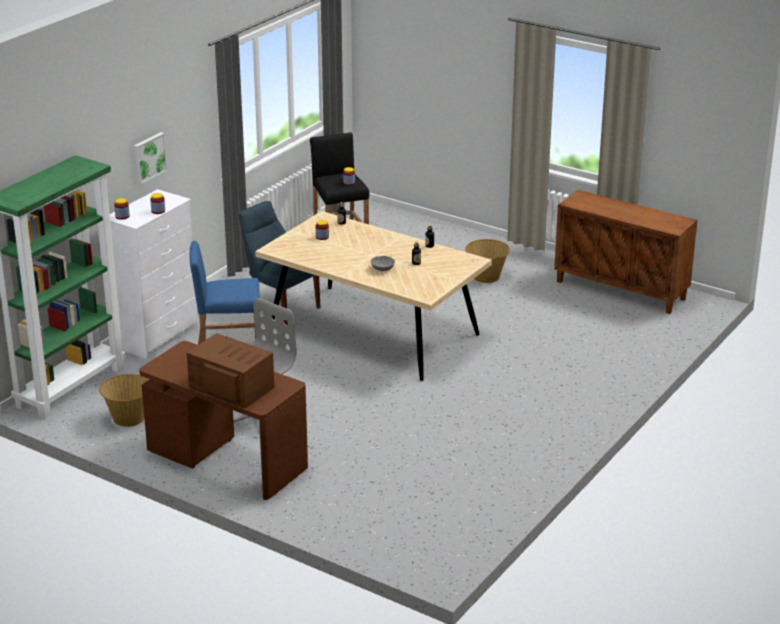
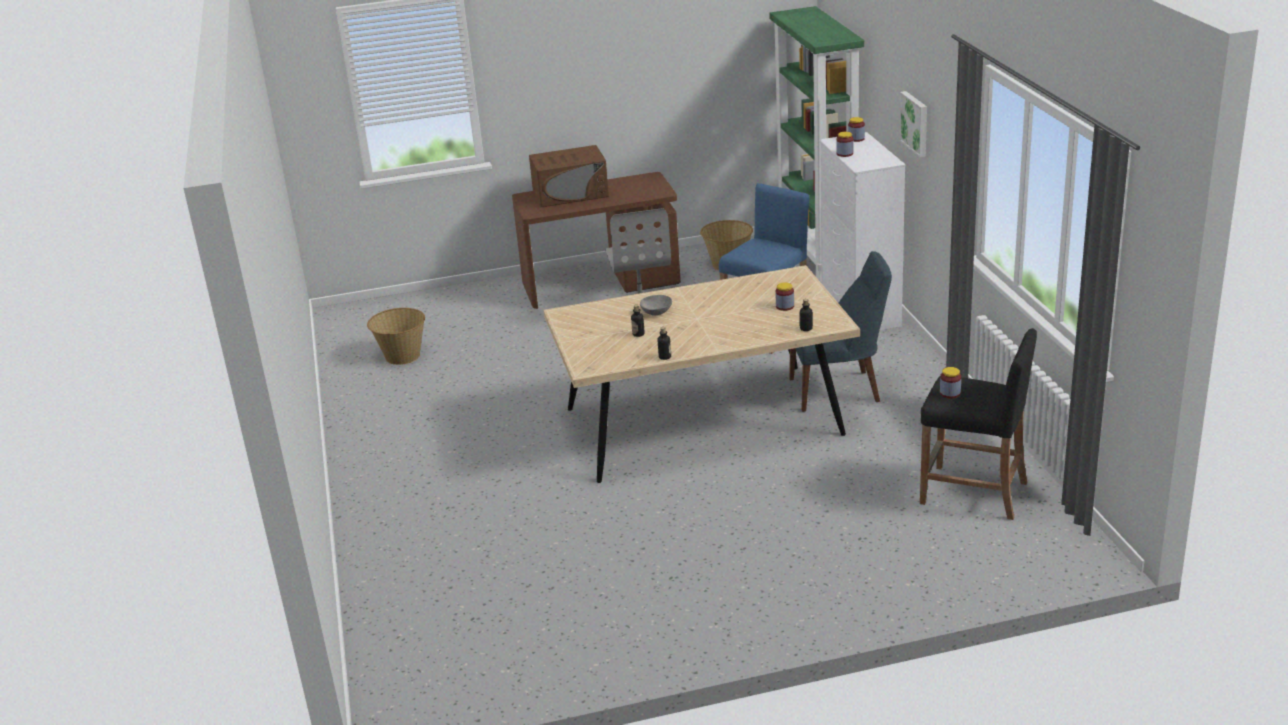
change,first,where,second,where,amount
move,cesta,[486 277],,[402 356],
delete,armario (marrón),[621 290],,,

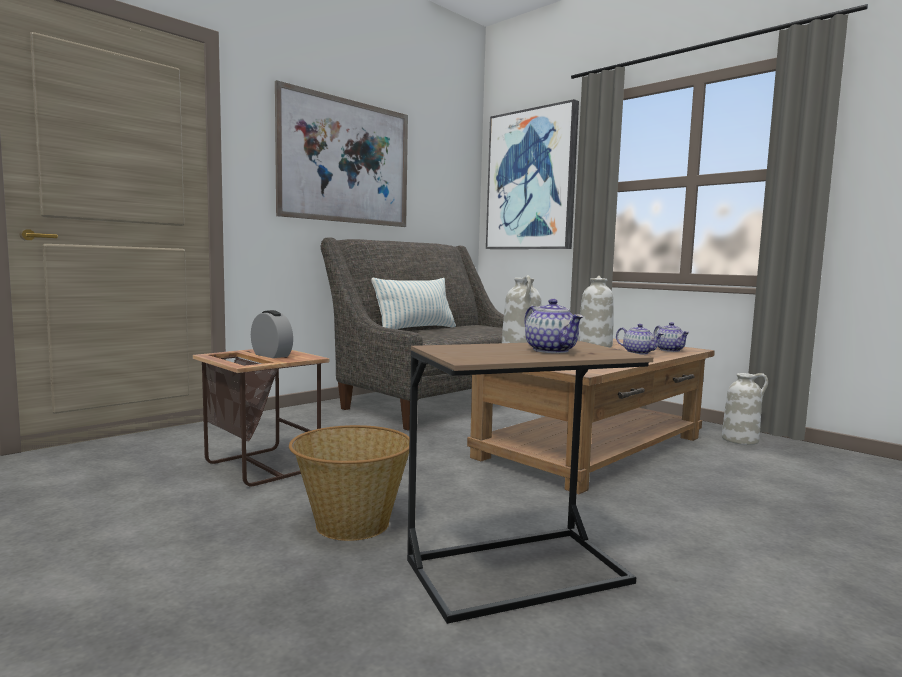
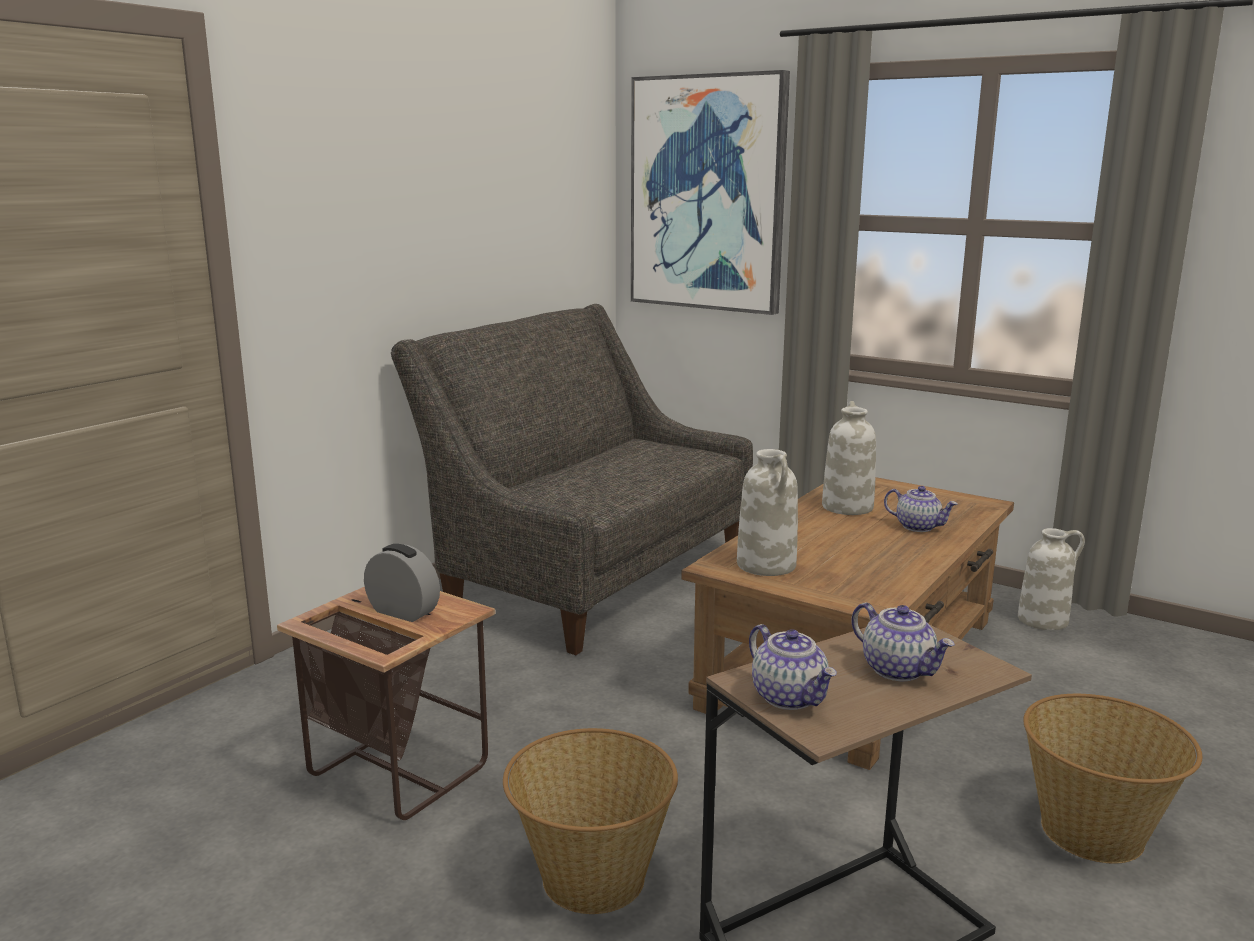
change,first,where,second,where,amount
delete,cuadro,[346 161],,,
delete,cojín,[415 329],,,
move,tetera,[670 350],,[790 697],
insert,,,cesta,[1094 832],

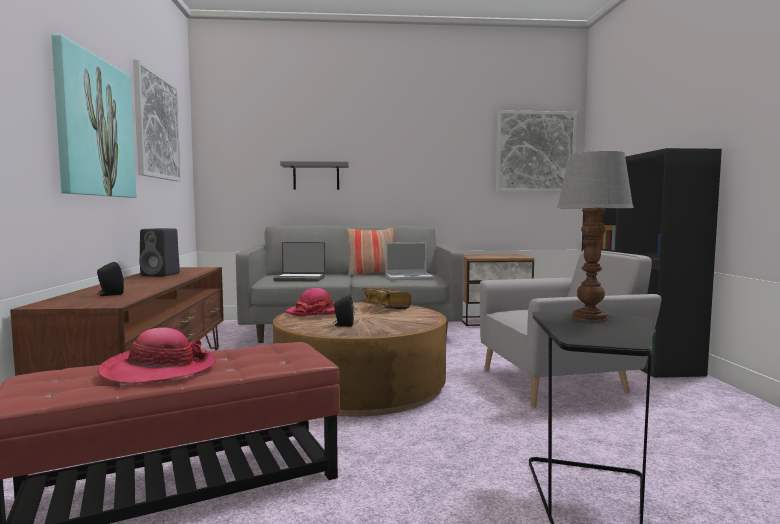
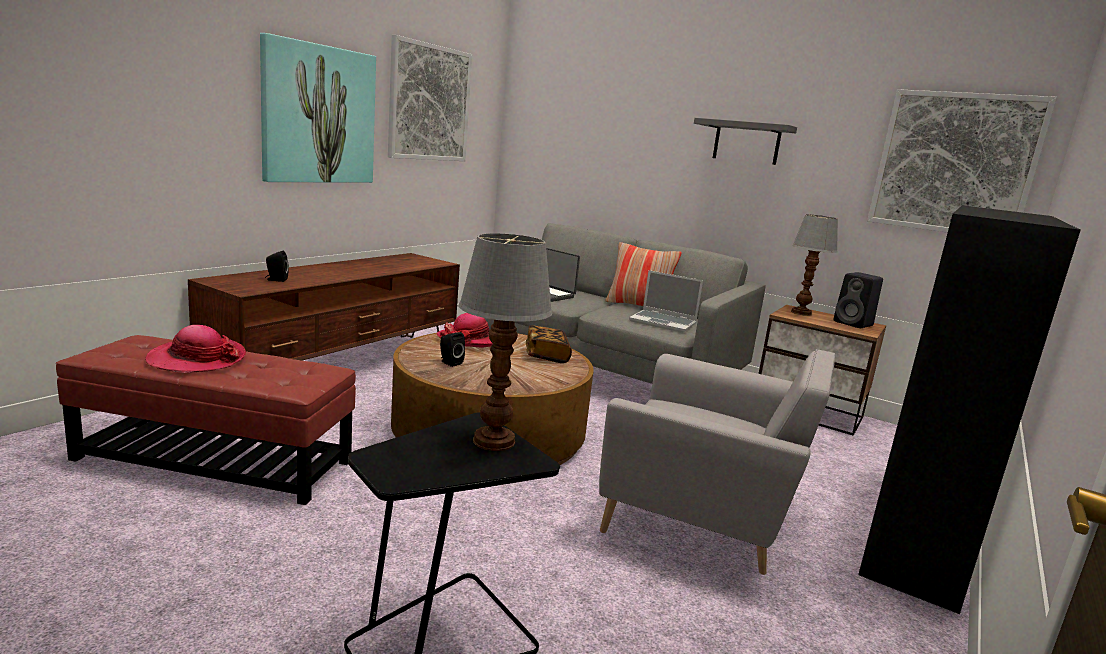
change,first,where,second,where,amount
move,altavoz (negro),[161 274],,[854 324],
move,estante (gris),[316 176],,[746 142],
insert,,,lámpara de mesa,[801 312],

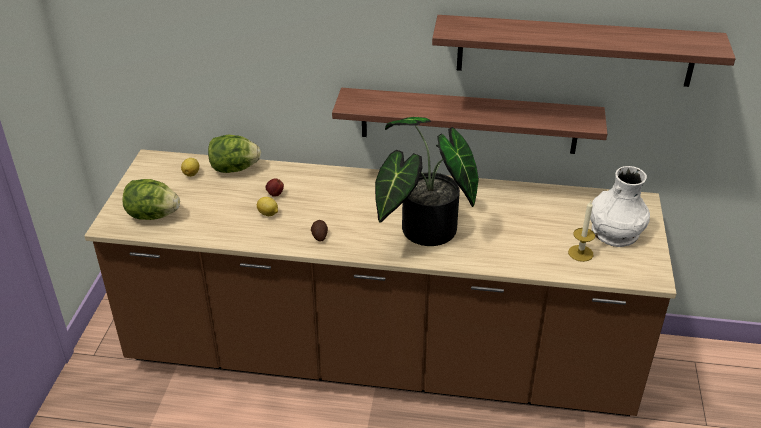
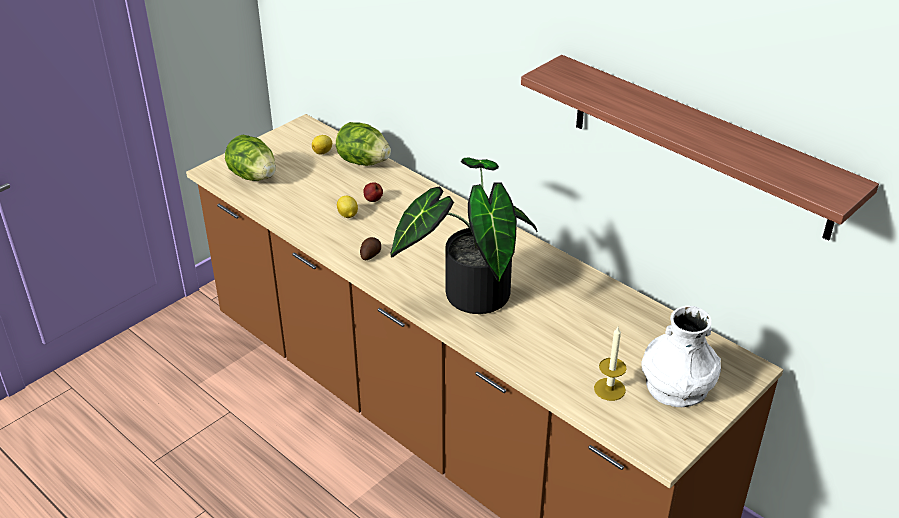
change,first,where,second,where,amount
delete,estante,[468 121],,,

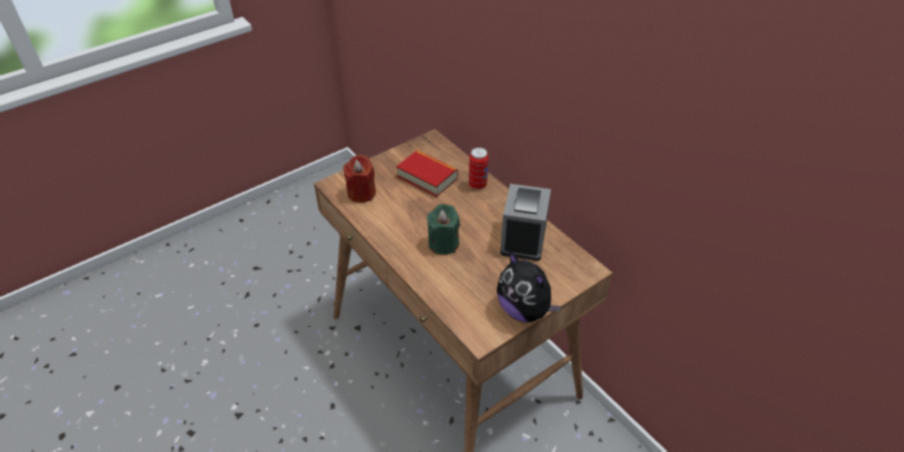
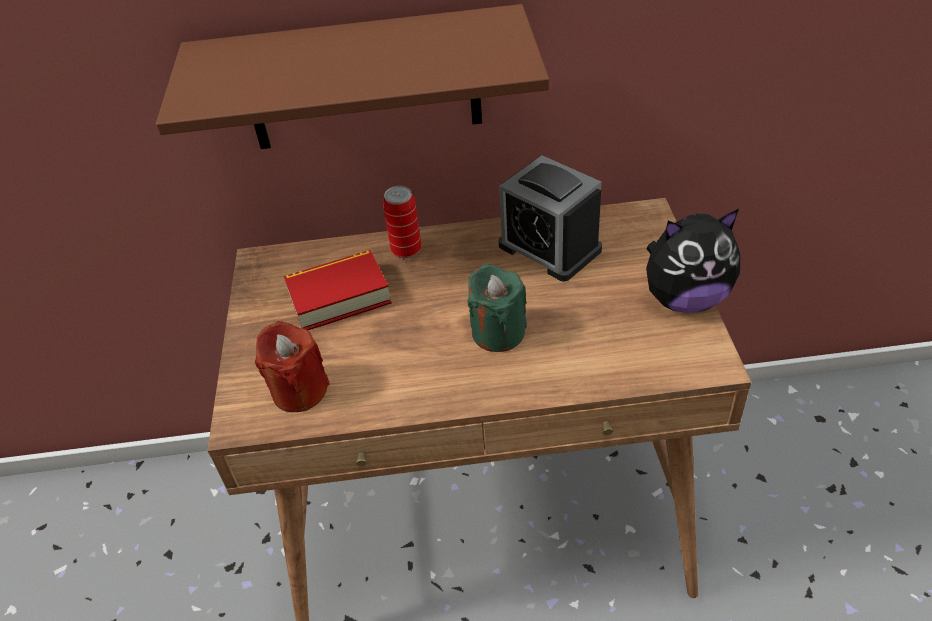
change,first,where,second,where,amount
insert,,,estante (marrón),[362 81],

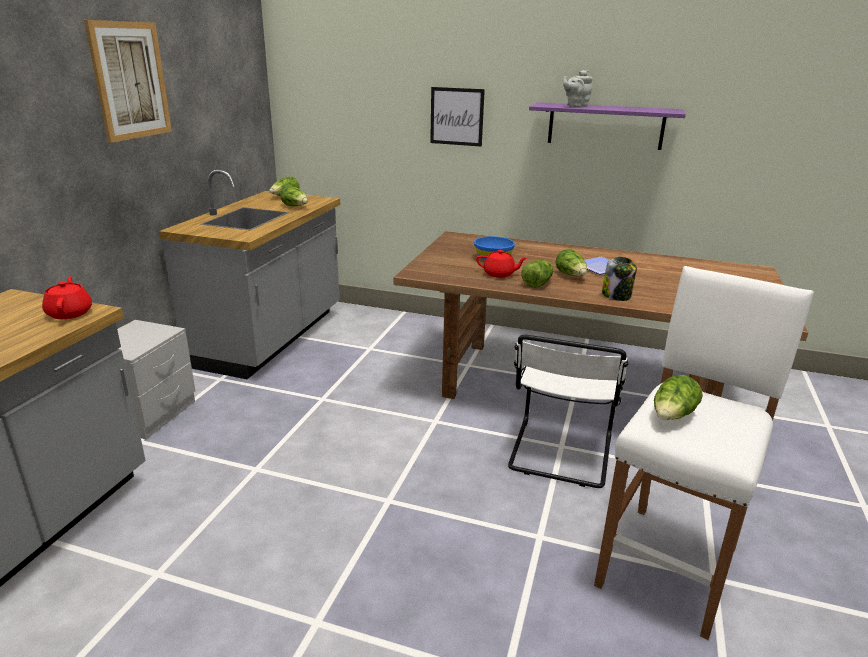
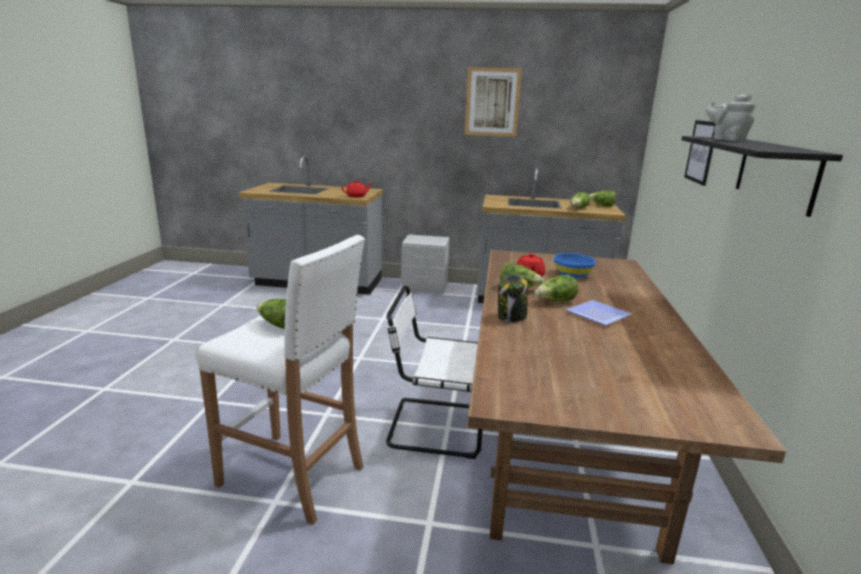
change,first,where,second,where,amount
recolor,estante (morado),[605 126],estante (negro),[775 173],

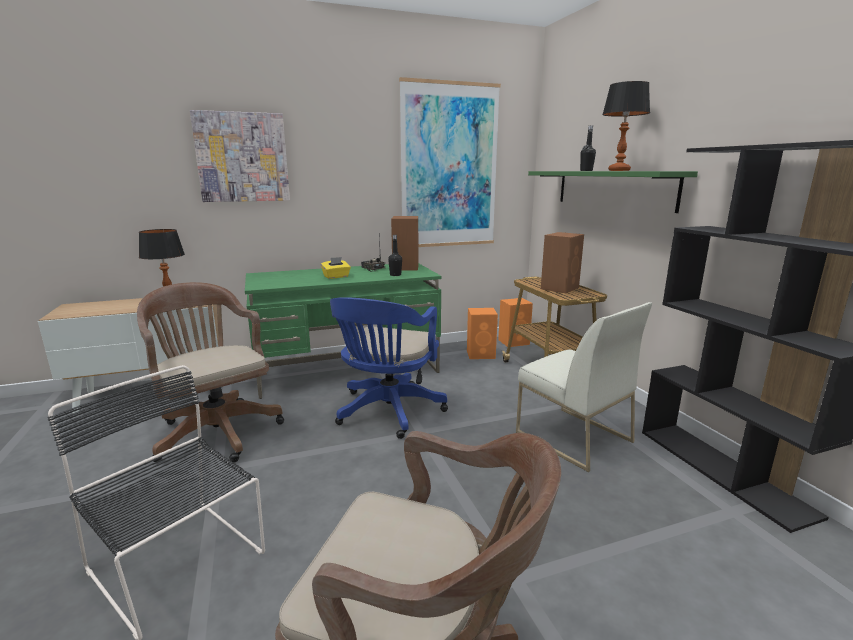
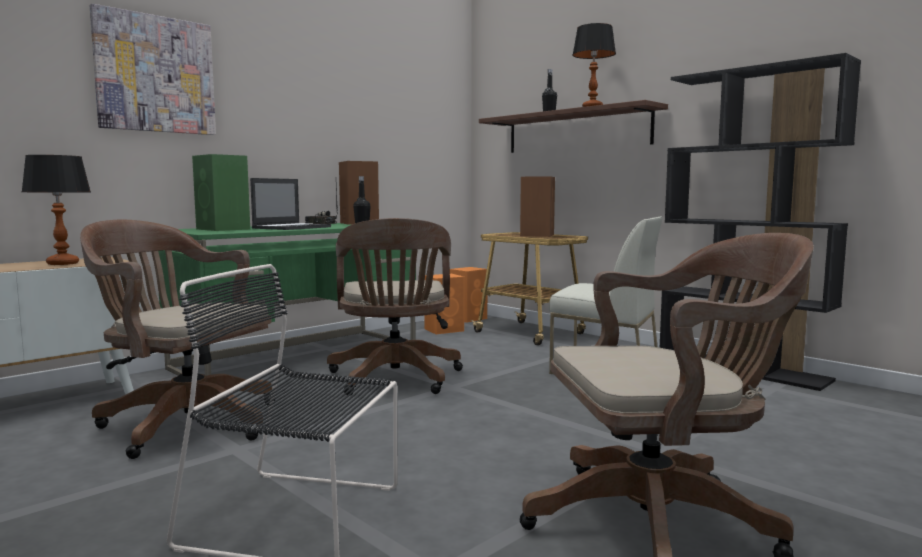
change,first,where,second,where,amount
replace,caja de pañuelos (amarillo),[336 277],portátil,[292 227],
recolor,silla de oficina (azul),[387 412],silla de oficina (marrón),[395 380],
delete,cuadro,[449 167],,,
recolor,estante (verde),[612 189],estante (marrón),[576 131],
insert,,,altavoz (verde),[223 229],

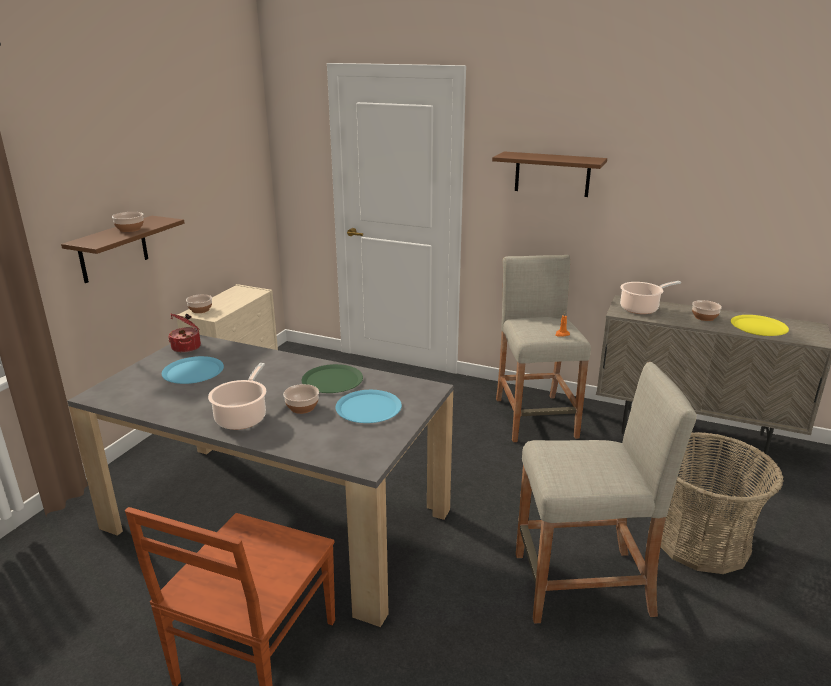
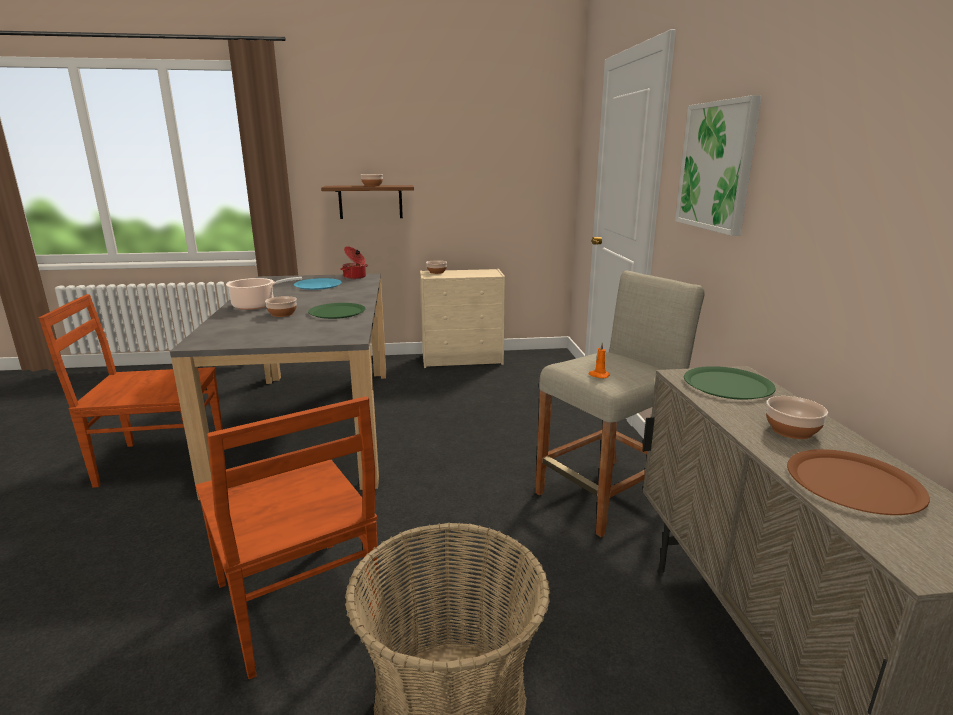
change,first,where,second,where,amount
delete,plato (azul),[368 408],,,
replace,estante (marrón),[552 174],cuadro,[717 166],
replace,taburete (beis),[582 585],silla (marrón),[296 605],
replace,olla,[641 308],plato (verde),[727 385],
recolor,plato (amarillo),[758 327],plato (marrón),[853 483],

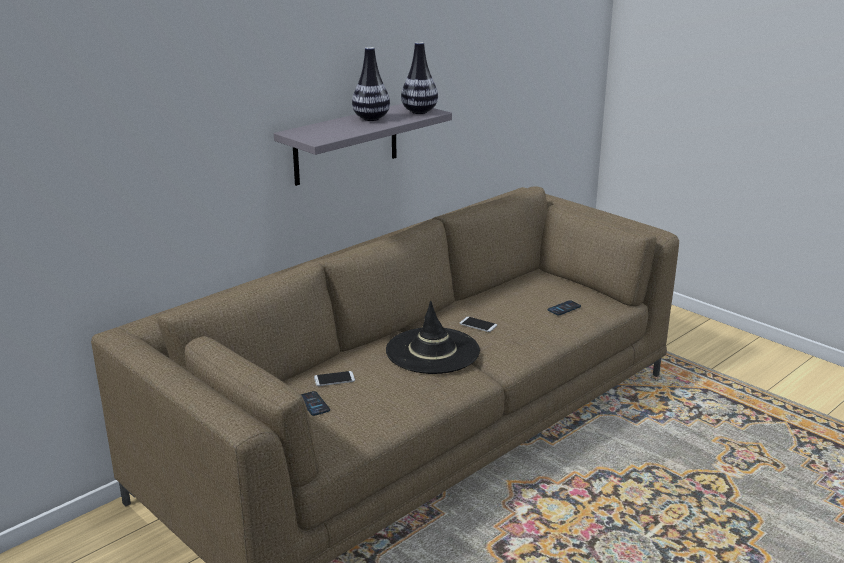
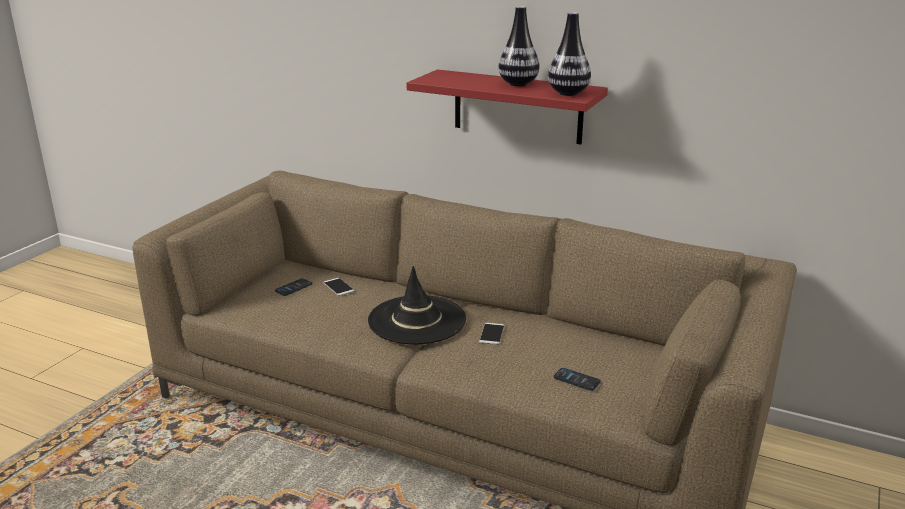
change,first,where,second,where,amount
recolor,estante (gris),[346 143],estante (rojo),[517 107],

